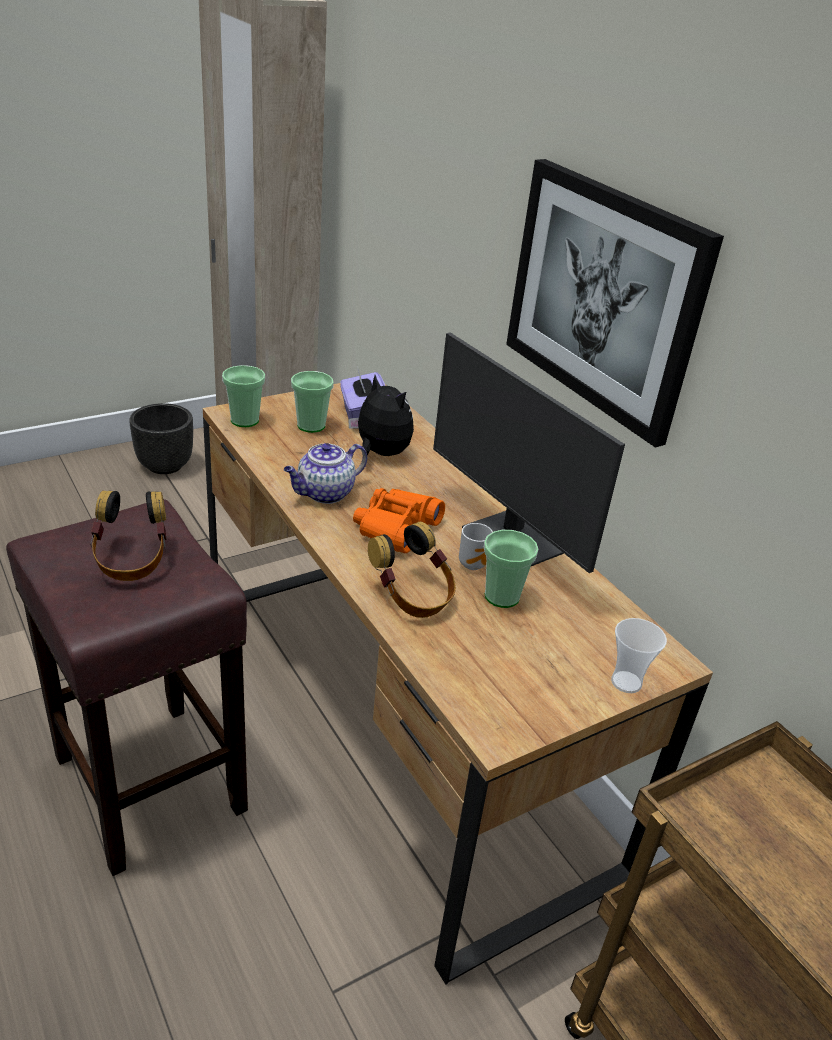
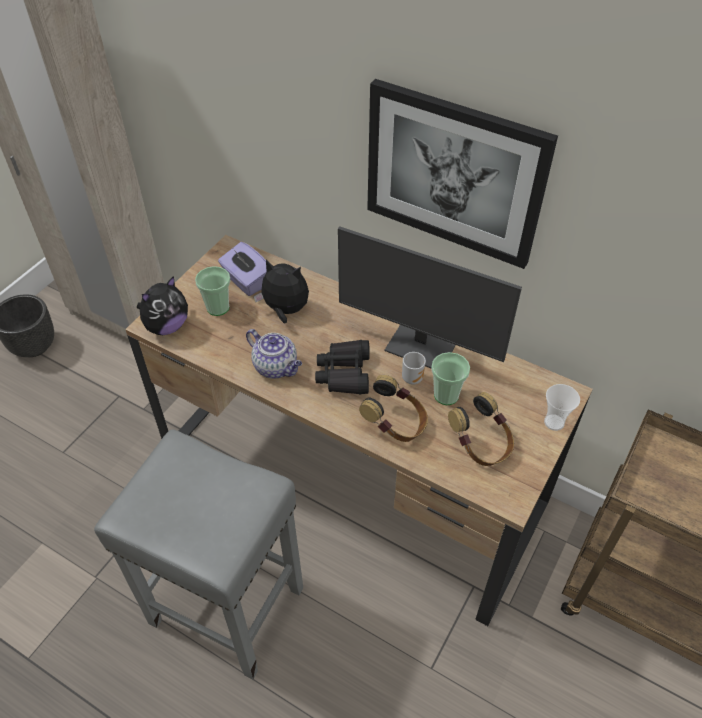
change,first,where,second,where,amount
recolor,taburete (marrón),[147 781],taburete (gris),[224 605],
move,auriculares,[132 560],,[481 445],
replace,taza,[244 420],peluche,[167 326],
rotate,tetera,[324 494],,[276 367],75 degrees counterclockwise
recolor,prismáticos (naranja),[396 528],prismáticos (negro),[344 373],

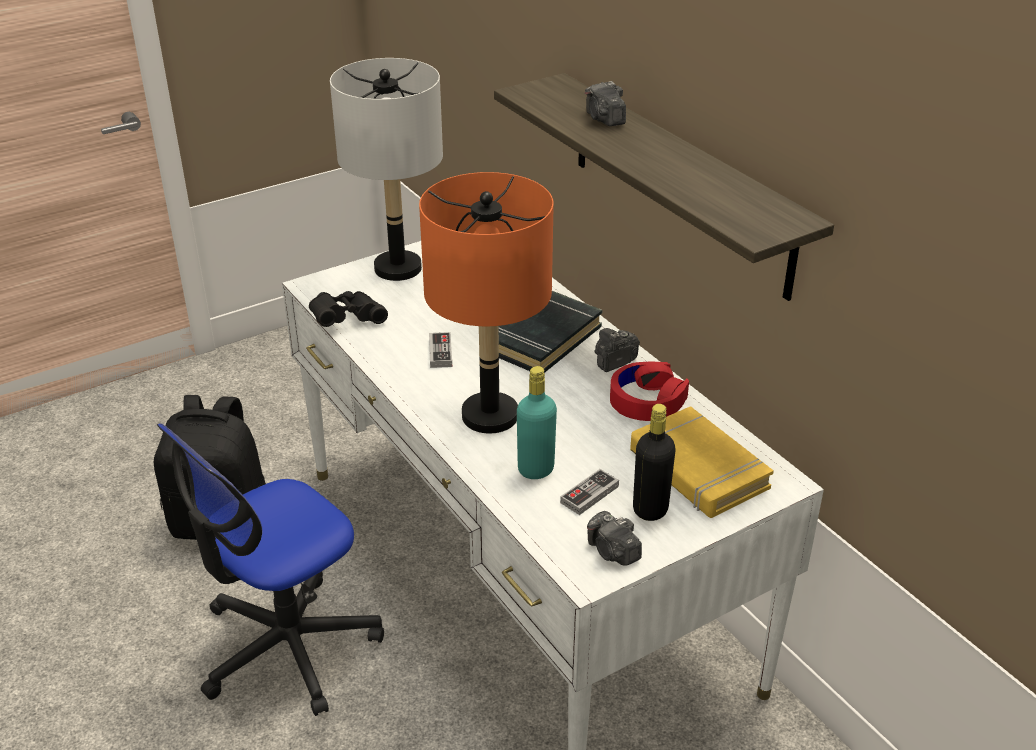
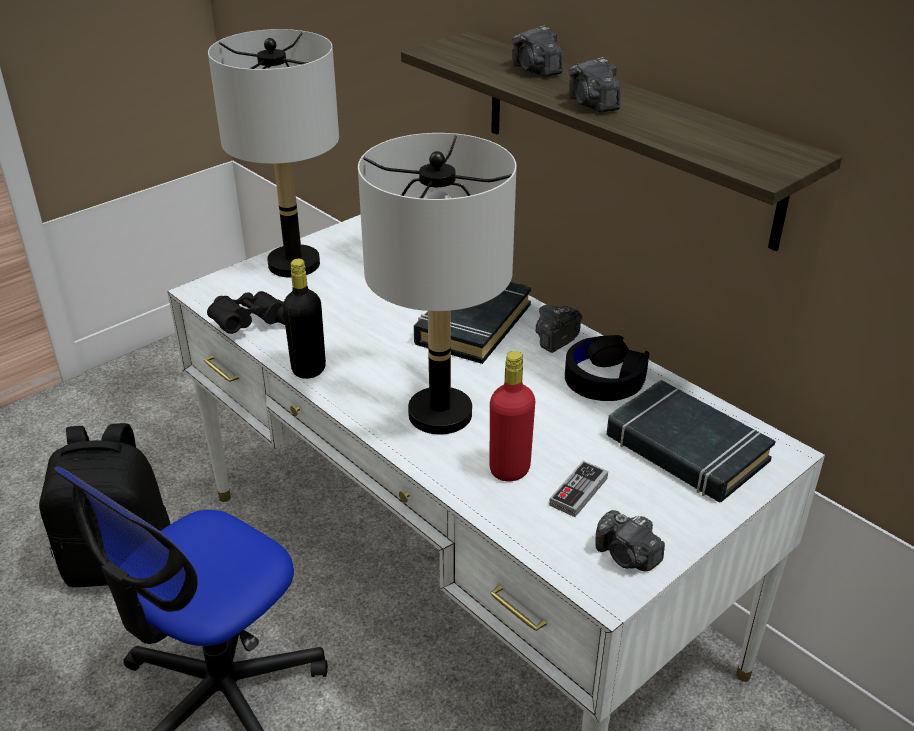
change,first,where,second,where,amount
recolor,lámpara de mesa (naranja),[490 415],lámpara de mesa (gris),[440 414],
delete,mando de consola,[440 352],,,
recolor,botella (turquesa),[536 469],botella (rojo),[509 469],
recolor,auriculares (rojo),[647 400],auriculares (negro),[605 378],
recolor,libro (amarillo),[697 470],libro (negro),[685 449],
move,botella (negro),[650 509],,[308 369],
insert,,,cámara,[592 105],

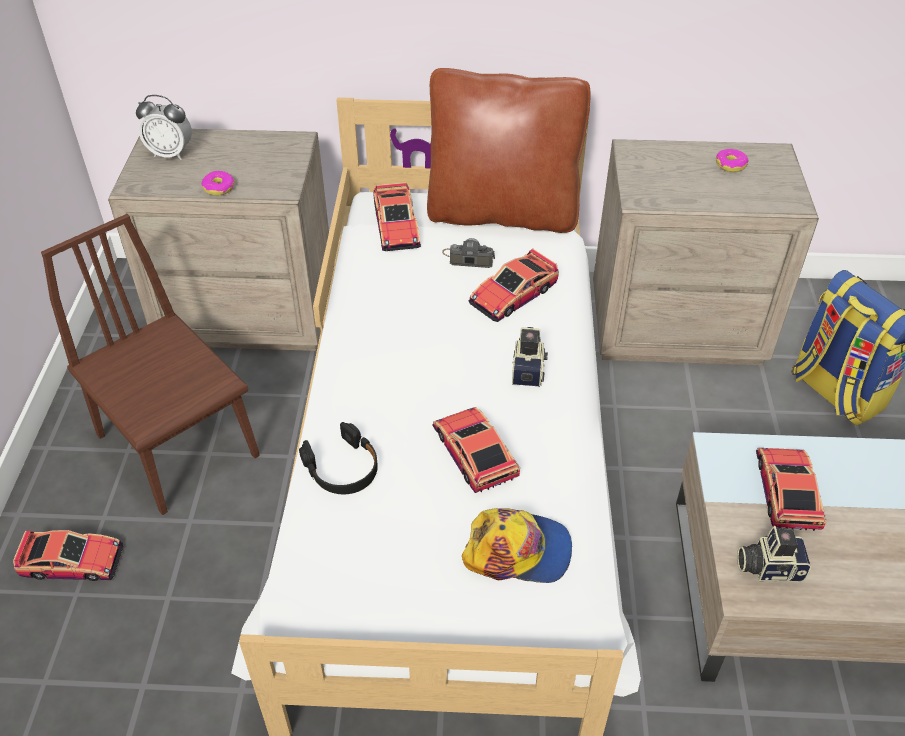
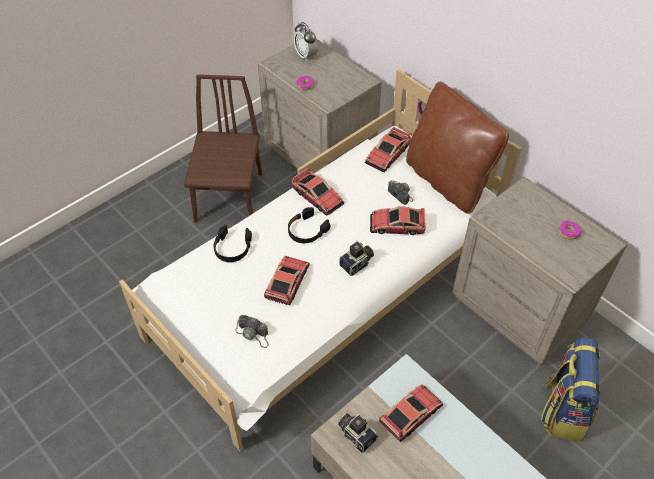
change,first,where,second,where,amount
move,coche de juguete,[73 562],,[318 196],
replace,gorra,[518 551],cámara,[253 334],
insert,,,auriculares (negro),[306 230],

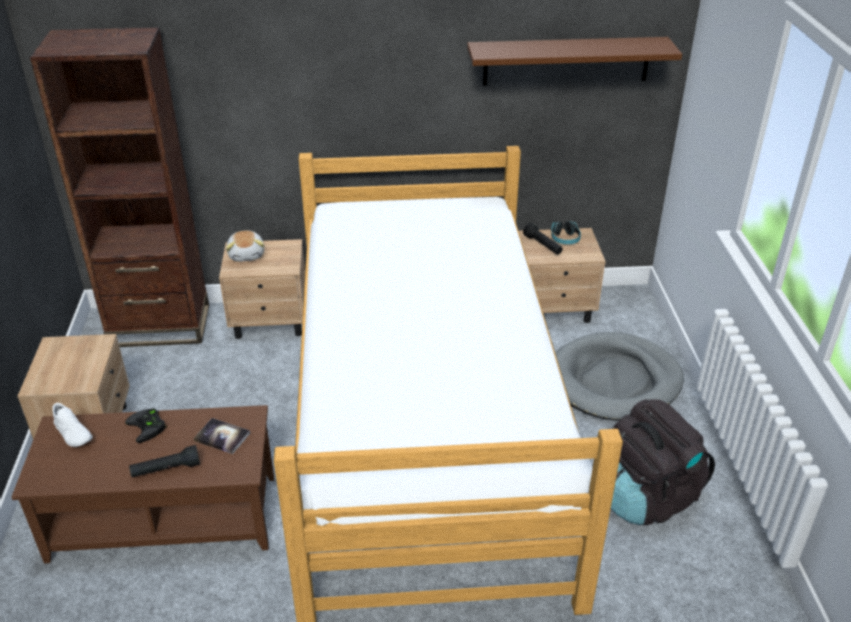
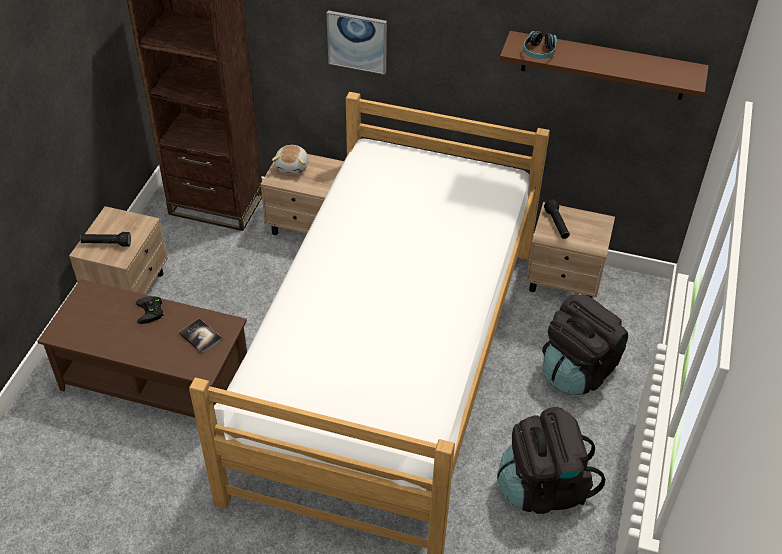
change,first,where,second,where,amount
delete,zapato (blanco),[73 433],,,
move,linterna (negro),[166 470],,[106 244],
move,auriculares,[565 239],,[539 52],
replace,cama para perro (gris),[614 381],mochila (negro),[578 370],
insert,,,cuadro,[357 41],

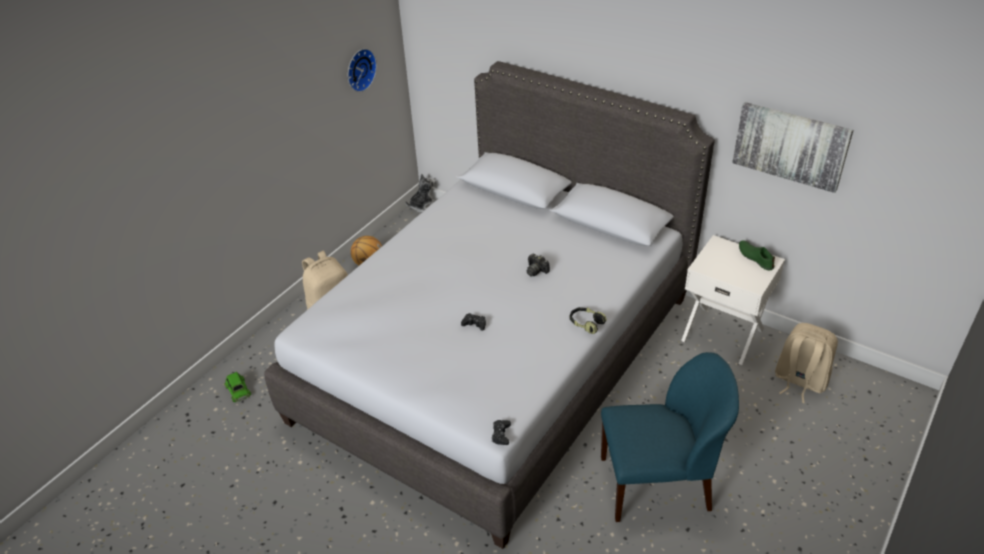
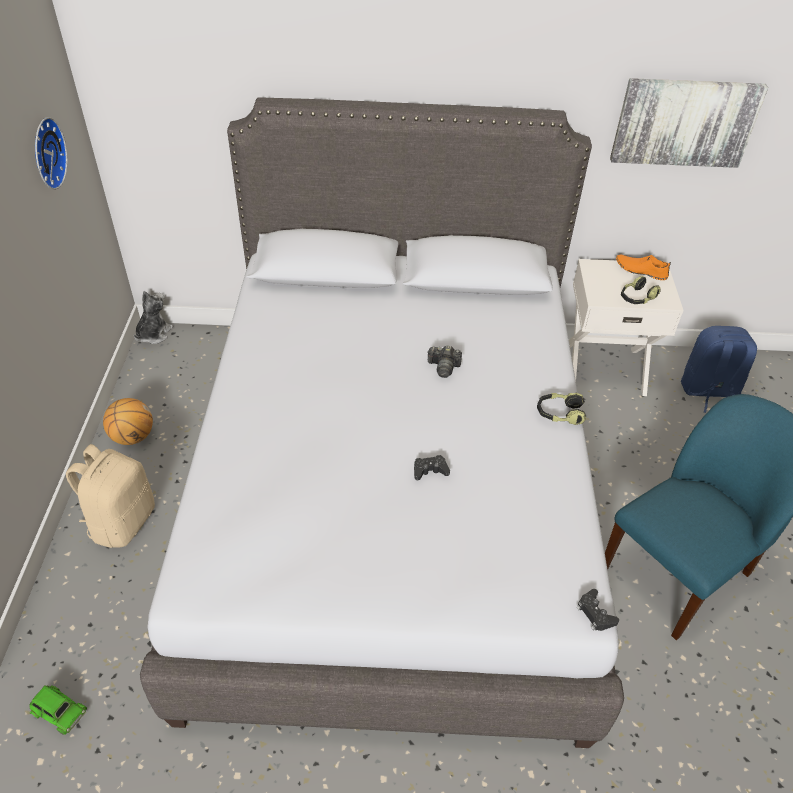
change,first,where,second,where,amount
recolor,zapato (verde),[755 257],zapato (naranja),[640 270],
recolor,mochila (beis),[799 381],mochila (azul),[708 391],
insert,,,auriculares,[637 298],

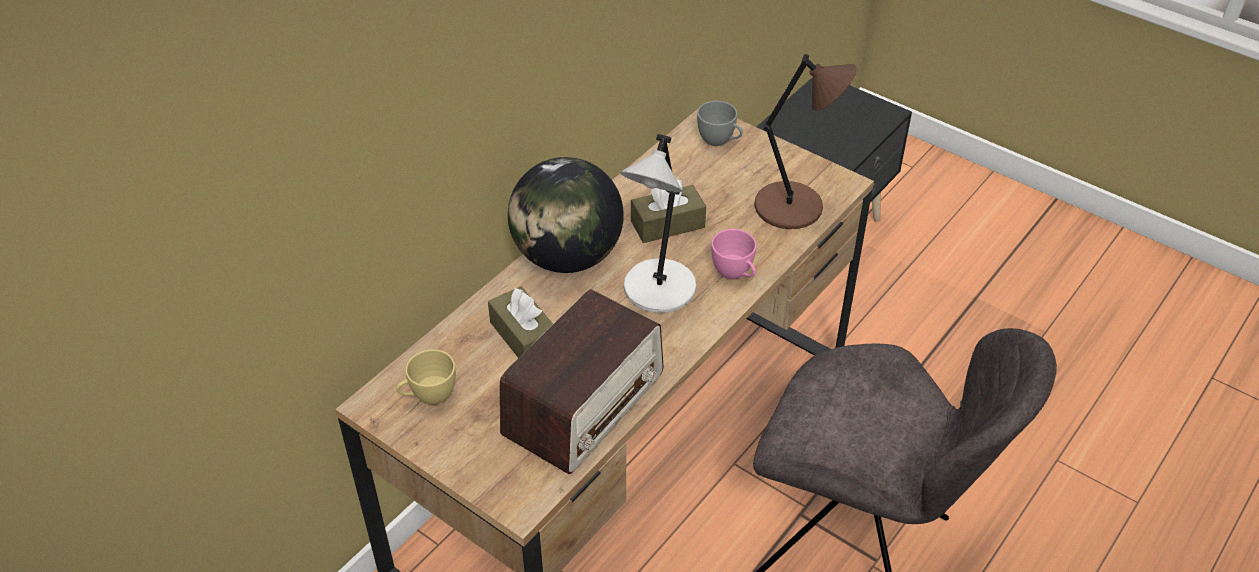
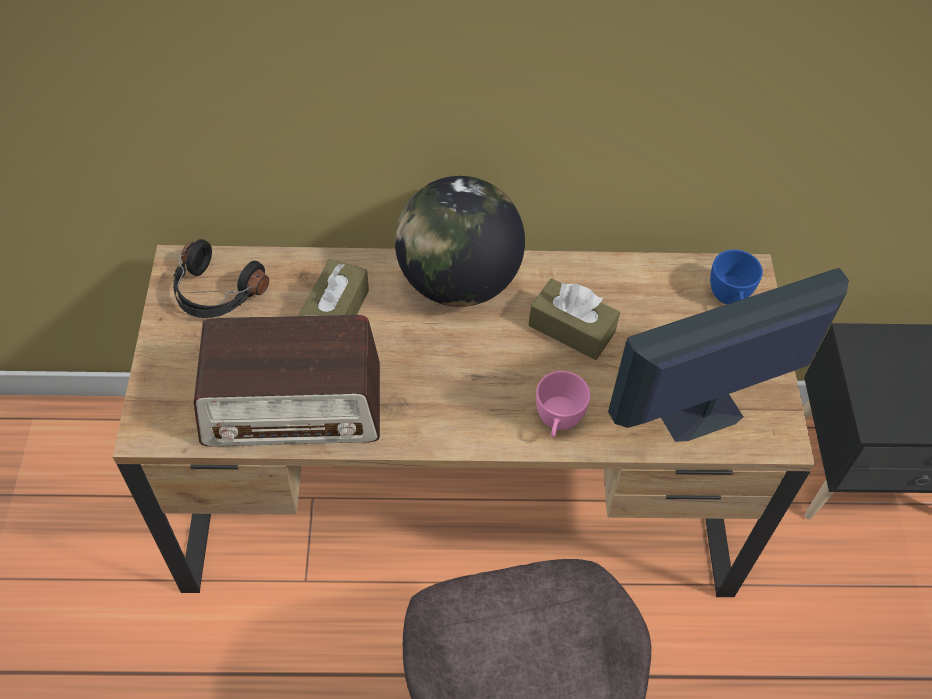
change,first,where,second,where,amount
replace,taza (amarillo),[428 396],auriculares (negro),[216 293],
delete,lámpara de mesa (gris),[658 290],,,
recolor,taza (gris),[720 141],taza (azul),[729 299],
replace,lámpara de mesa (marrón),[793 207],monitor,[698 415],

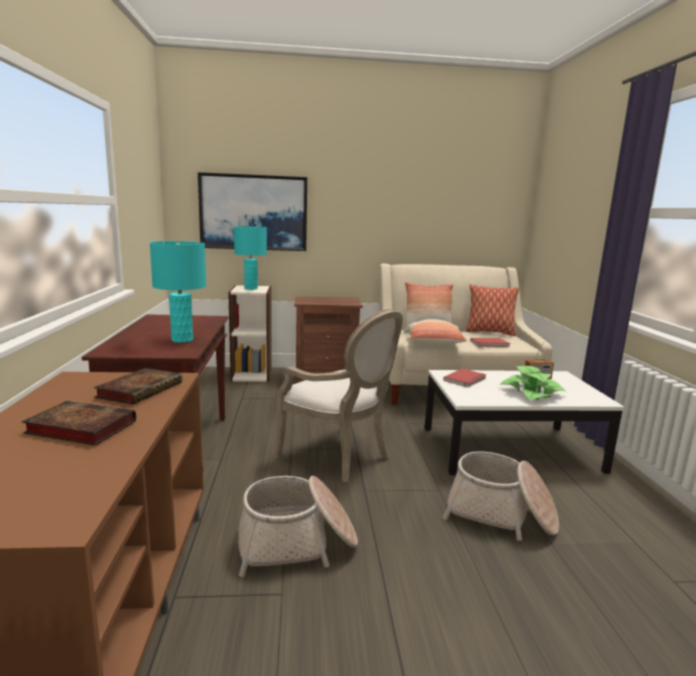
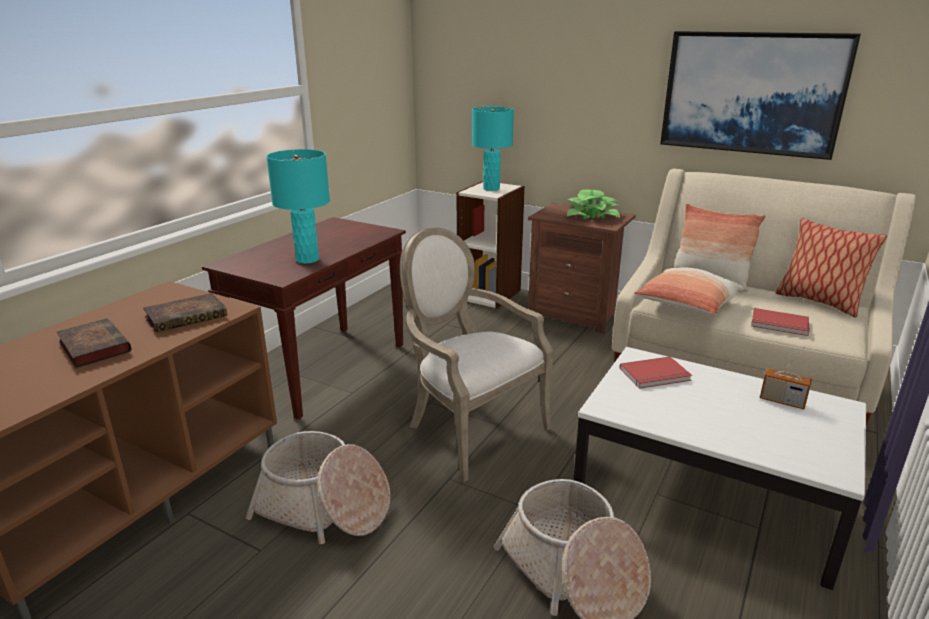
change,first,where,second,where,amount
move,cuadro,[254 212],,[752 93],
rotate,sillón,[340 457],,[470 429],150 degrees clockwise
move,planta en maceta,[532 393],,[592 215],

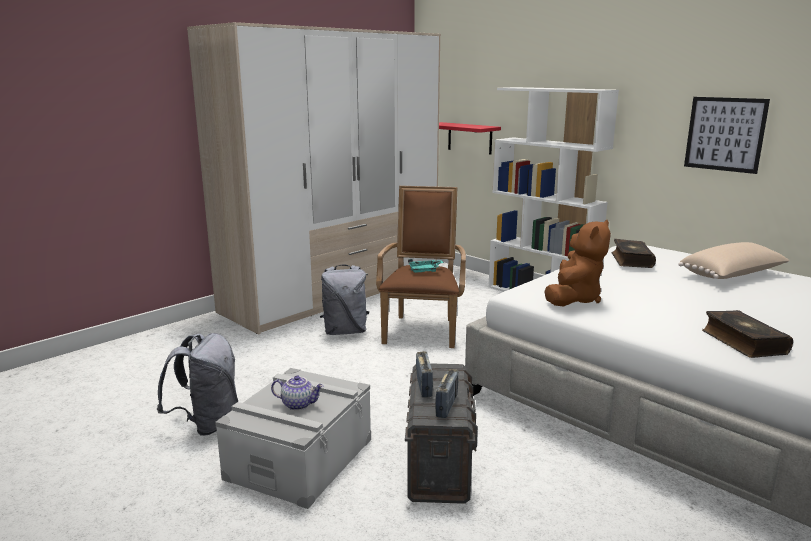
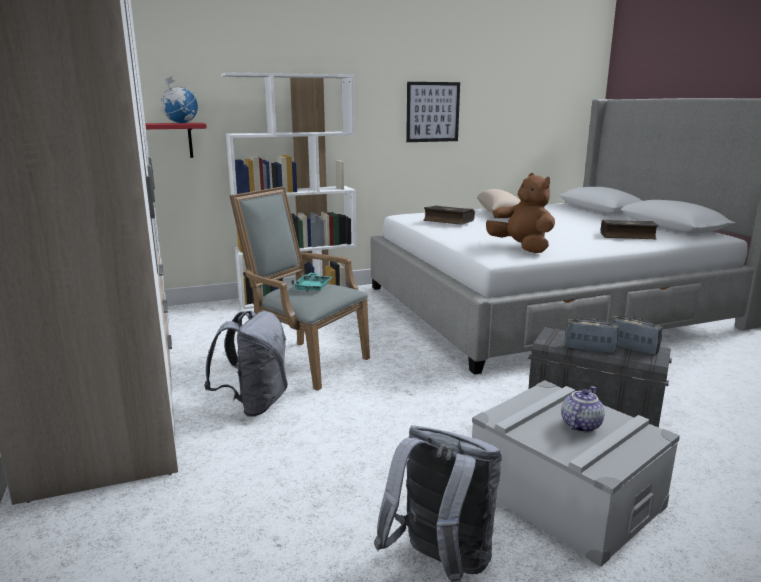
change,first,where,second,where,amount
recolor,sillón (marrón),[422 329],sillón (gris),[305 361],
insert,,,globo terráqueo,[180 123],

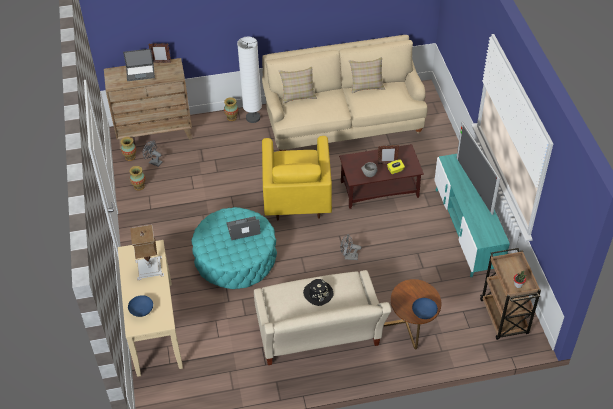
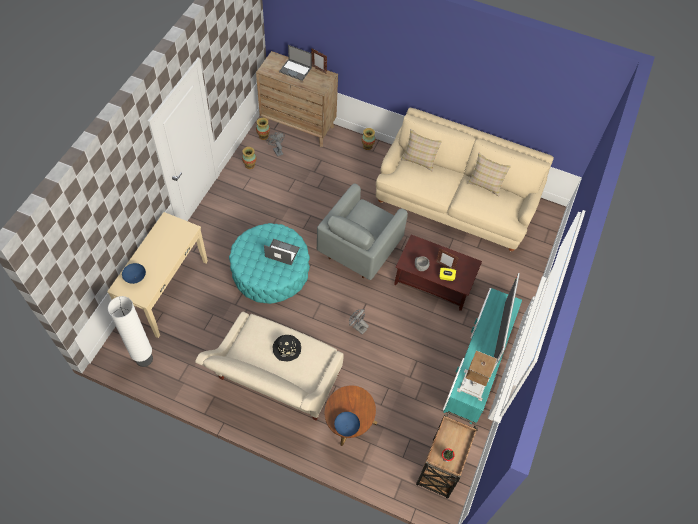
change,first,where,second,where,amount
move,lámpara de mesa,[149 268],,[472 385],
move,lámpara de pie (blanco),[253 118],,[144 359],
recolor,sillón (amarillo),[297 198],sillón (gris),[359 249],

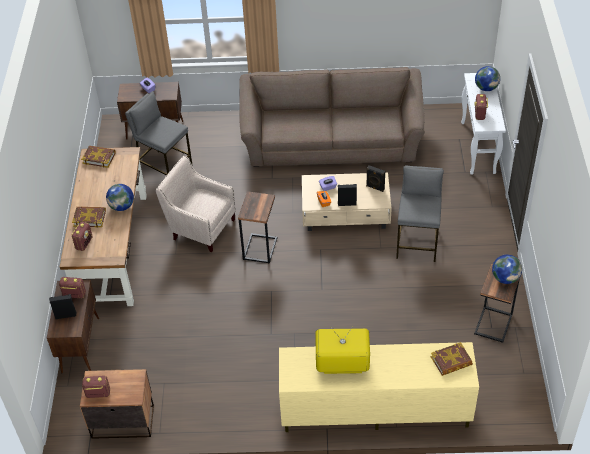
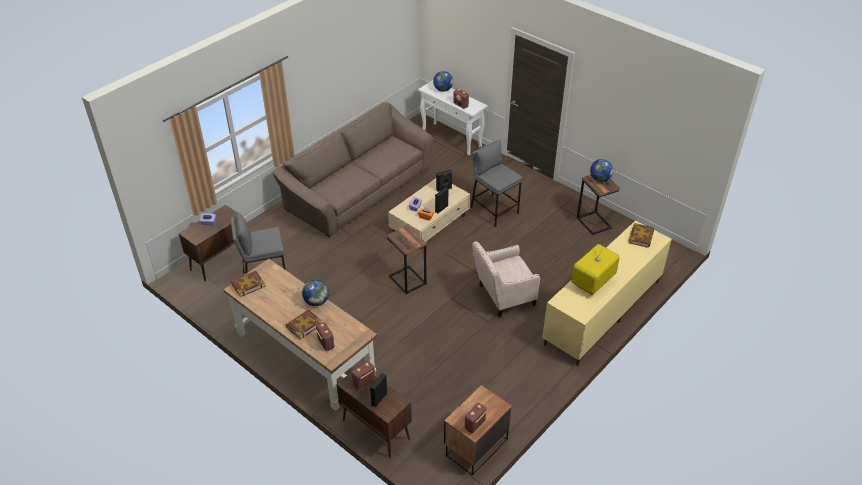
change,first,where,second,where,amount
move,sillón (beis),[201 227],,[502 296],

